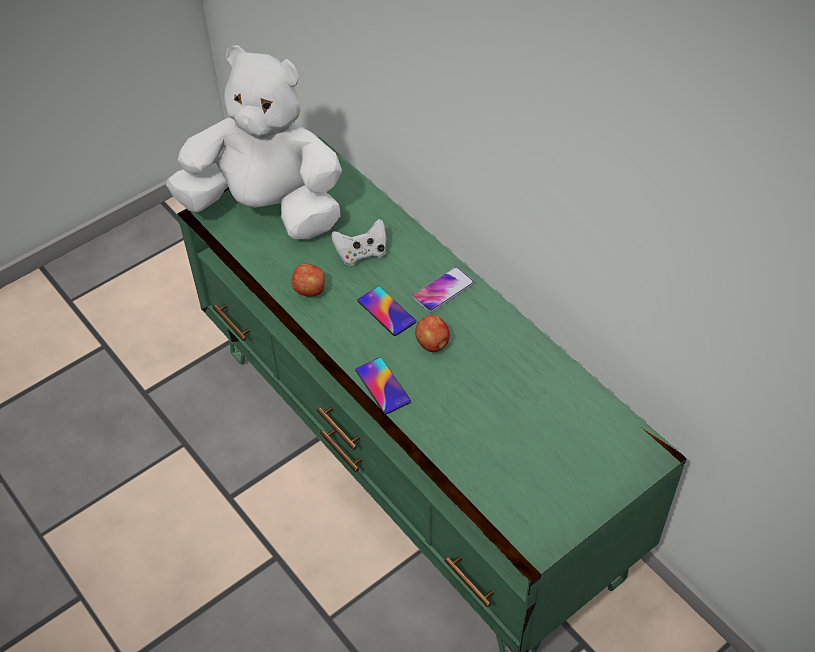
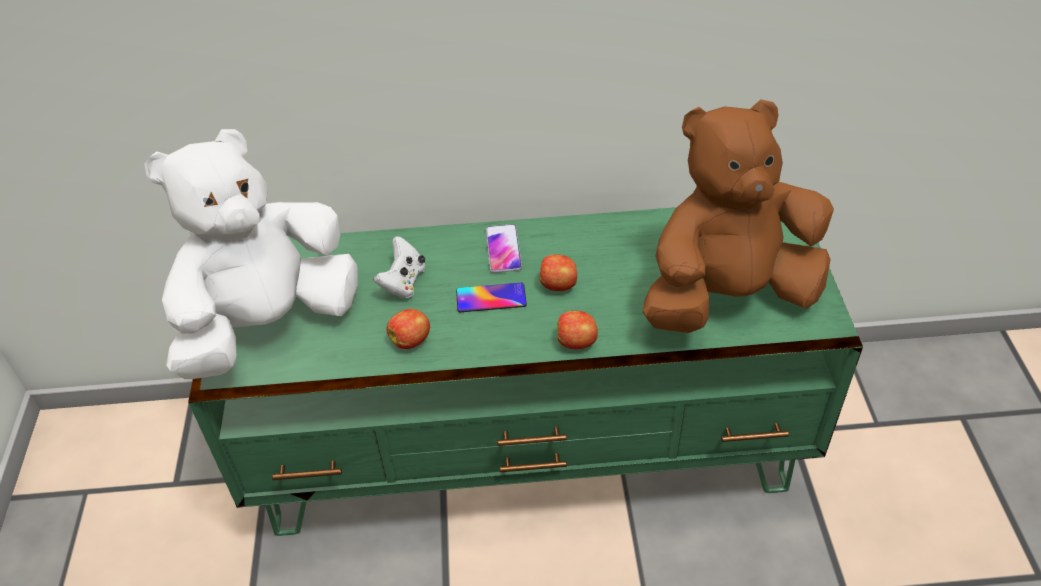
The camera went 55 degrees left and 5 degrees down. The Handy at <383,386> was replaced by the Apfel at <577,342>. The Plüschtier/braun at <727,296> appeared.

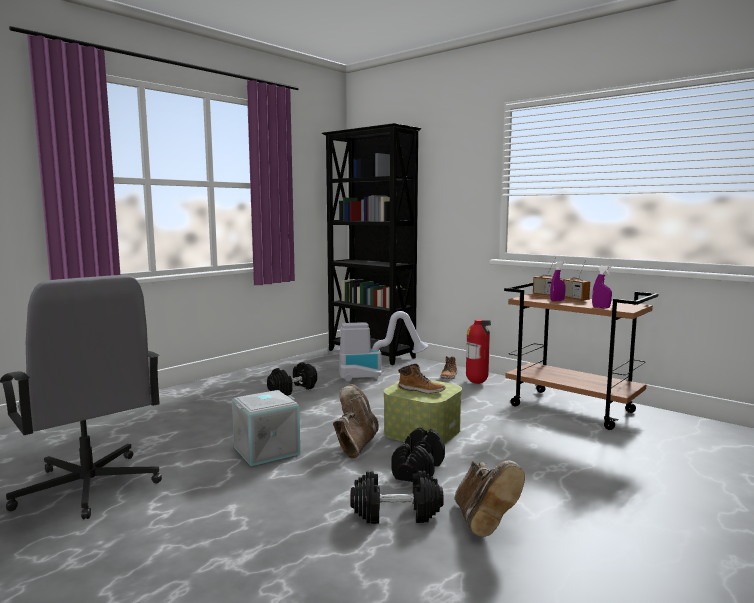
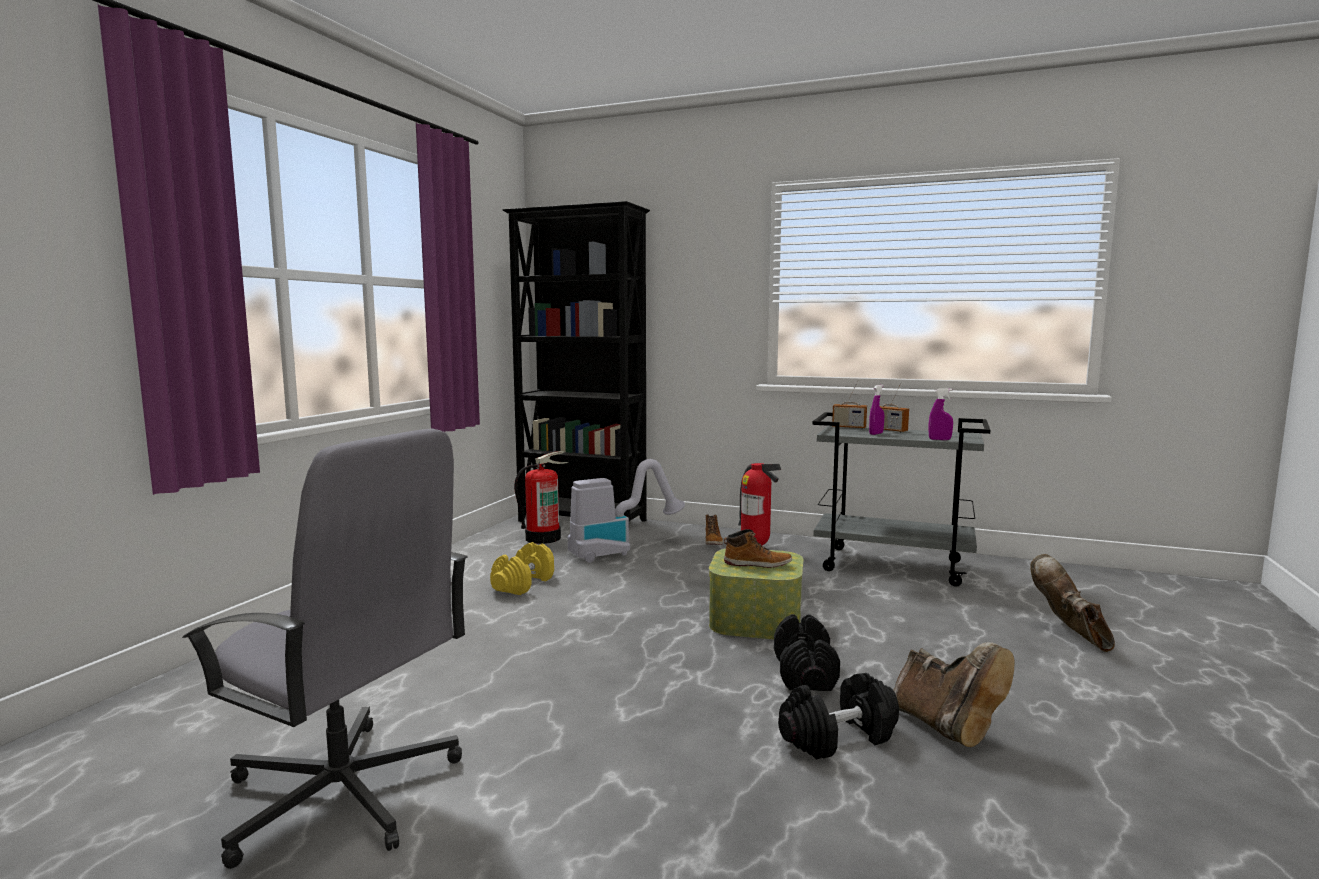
The camera went 20 degrees left and 0 degrees up. The Aufbewahrungsbox/grau at <266,450> disappeared. The Hantel/schwarz at <292,389> became the Hantel/gelb at <523,584>. The Stiefel/braun moved from <355,445> to <1070,634>. The Rollwagen/braun at <573,409> became the Rollwagen/grau at <894,566>. The Feuerlöscher at <543,538> appeared.

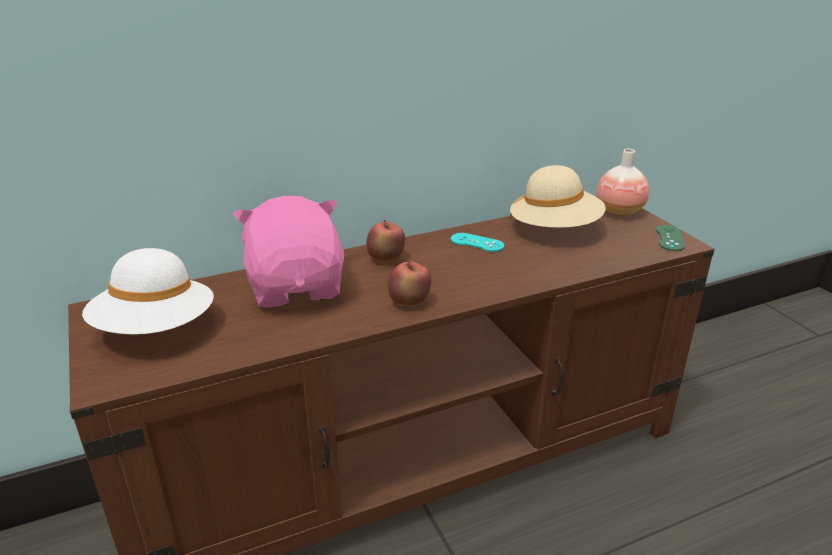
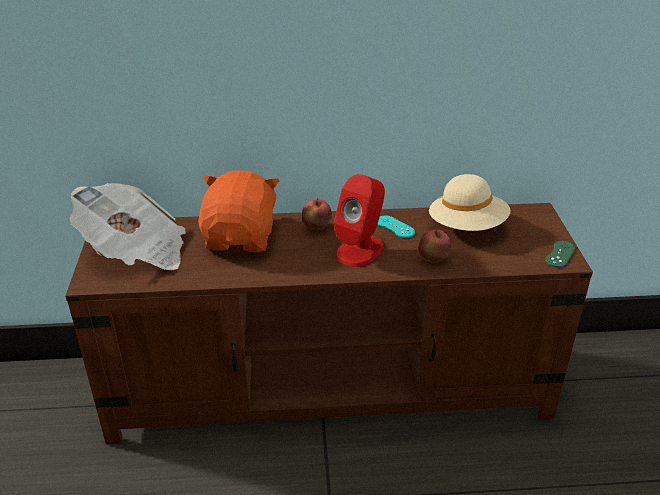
The camera went 20 degrees right and 5 degrees up. The Hut/weiß at <156,329> was replaced by the Zeitung at <136,251>. The Plüschtier/rosa at <297,287> became the Plüschtier/orange at <241,238>. The Apfel moved from <409,303> to <433,259>. The Vase at <619,211> disappeared. The Lautsprecher/rot at <360,250> appeared.

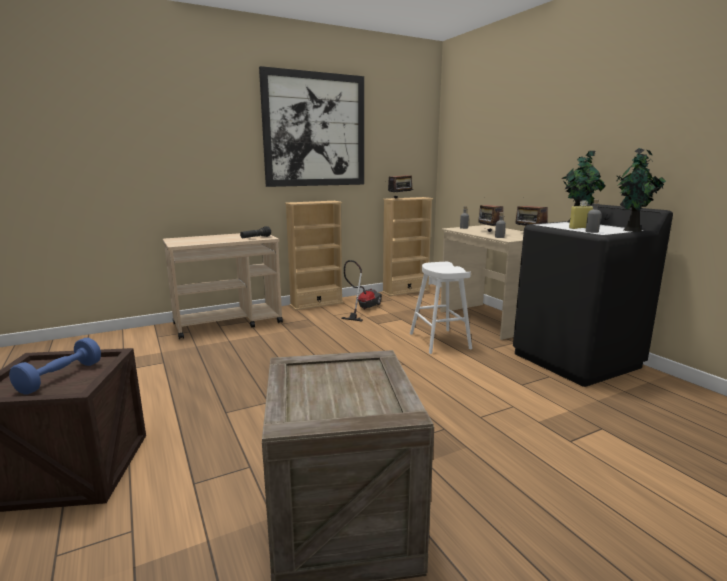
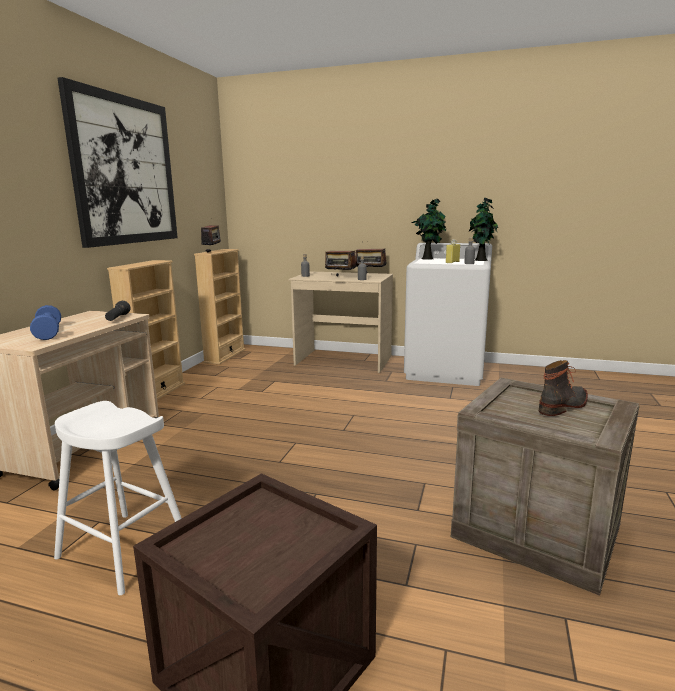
The camera went 45 degrees left and 0 degrees up. The Hantel/blau moved from <60,377> to <48,333>. The Staubsauger at <362,308> disappeared. The Hocker/weiß moved from <439,341> to <124,551>. The Waschmaschine/schwarz at <576,360> became the Waschmaschine/weiß at <446,371>. The Stiefel at <564,405> appeared.

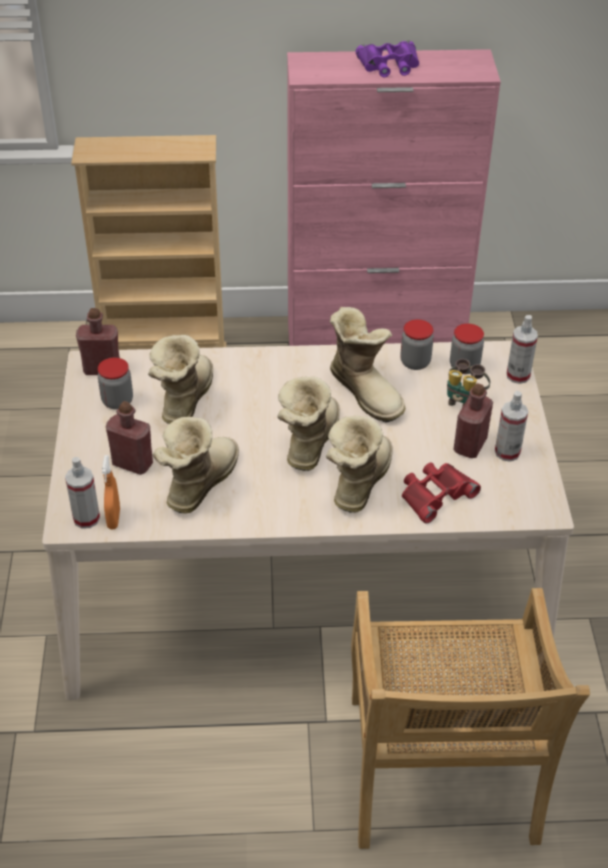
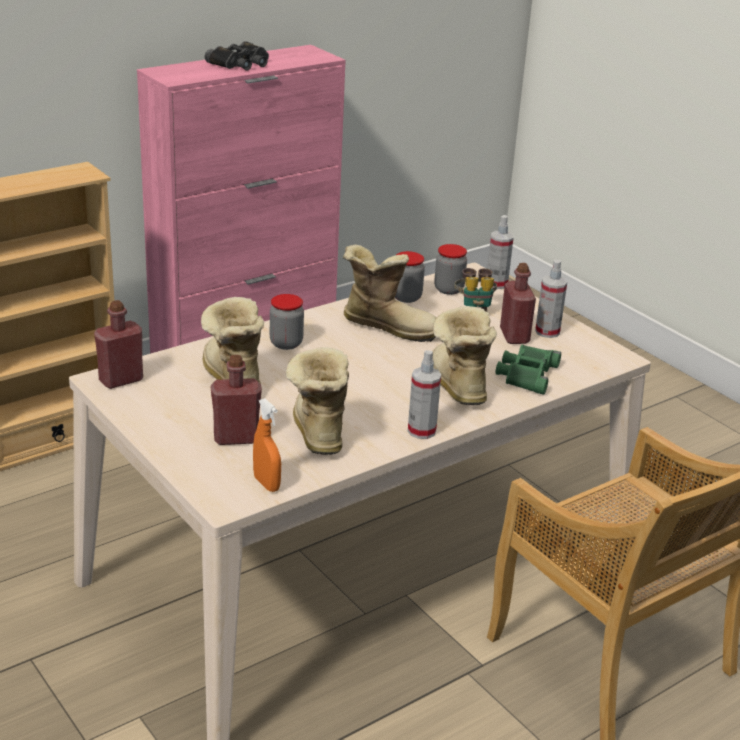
The camera went 35 degrees left and 15 degrees down. The Sprühflasche moved from <86,518> to <421,431>. The Vorratsglas moved from <117,401> to <286,343>. The Stiefel at <308,442> disappeared. The Fernglas/lila at <389,65> became the Fernglas/schwarz at <241,63>. The Fernglas/rot at <435,494> became the Fernglas/grün at <526,374>.

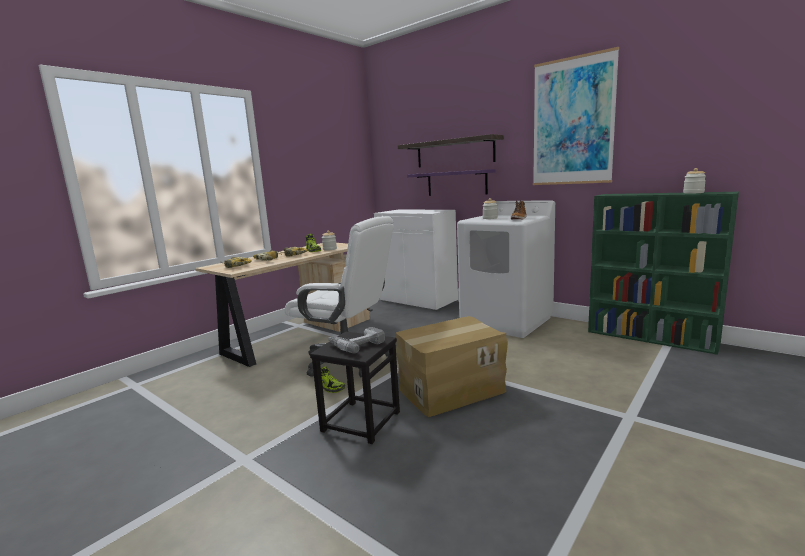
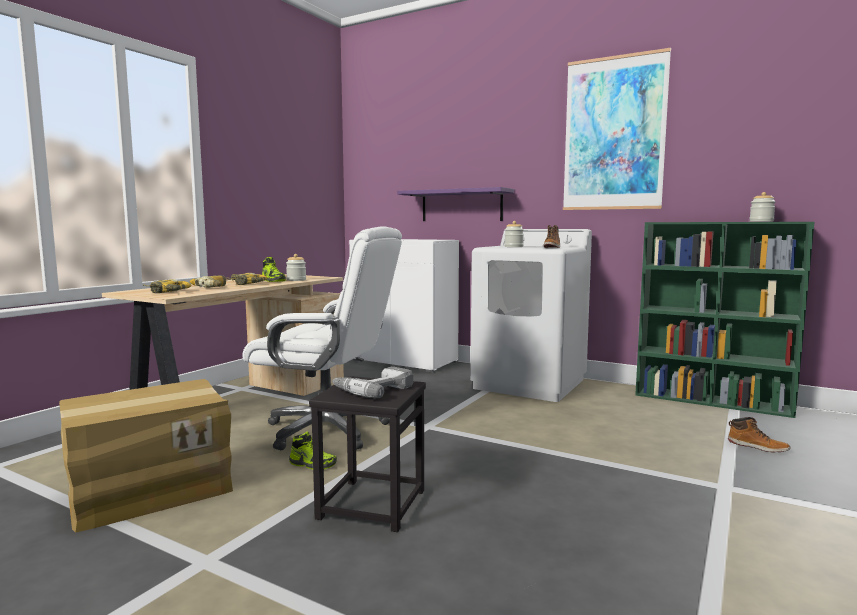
The camera went 10 degrees left and 5 degrees down. The Karton moved from <451,389> to <151,490>. The Wandregal at <454,152> disappeared. The Stiefel at <757,447> appeared.

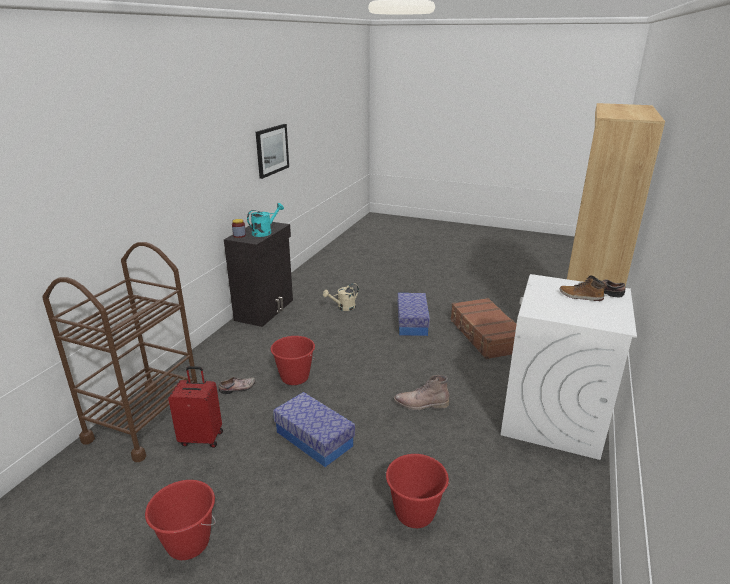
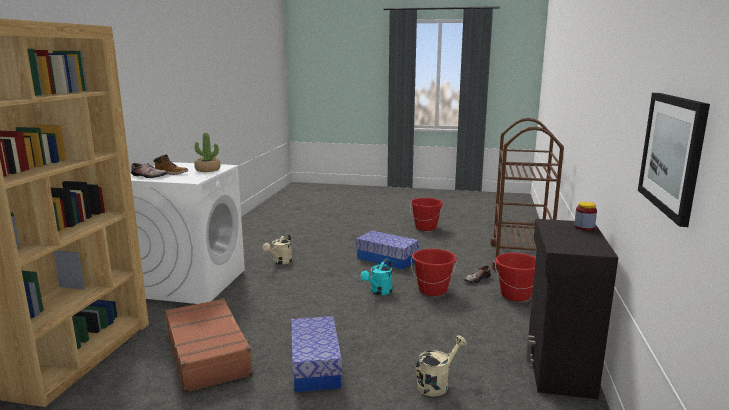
The camera went 170 degrees right and 10 degrees down. The Koffer/rot at <202,438> disappeared. The Gießkanne/türkis moved from <265,232> to <379,292>. The Eimer/rot moved from <414,513> to <515,295>. The Stiefel/braun at <421,404> disappeared. The Topfpflanze at <207,170> appeared. The Gießkanne/beige at <280,262> appeared.

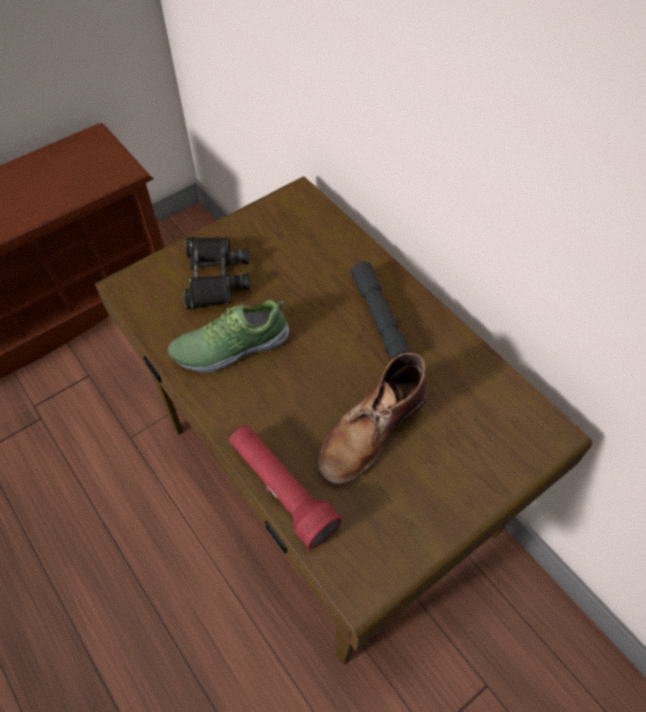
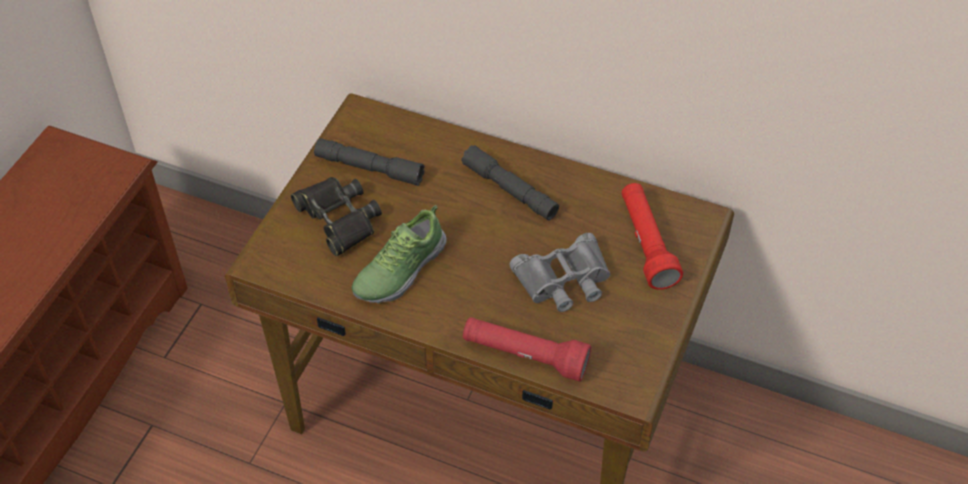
The camera went 30 degrees left and 5 degrees down. The Stiefel/braun at <371,430> was replaced by the Fernglas/grau at <564,280>. The Taschenlampe/grau at <369,168> appeared. The Taschenlampe/rot at <646,244> appeared.

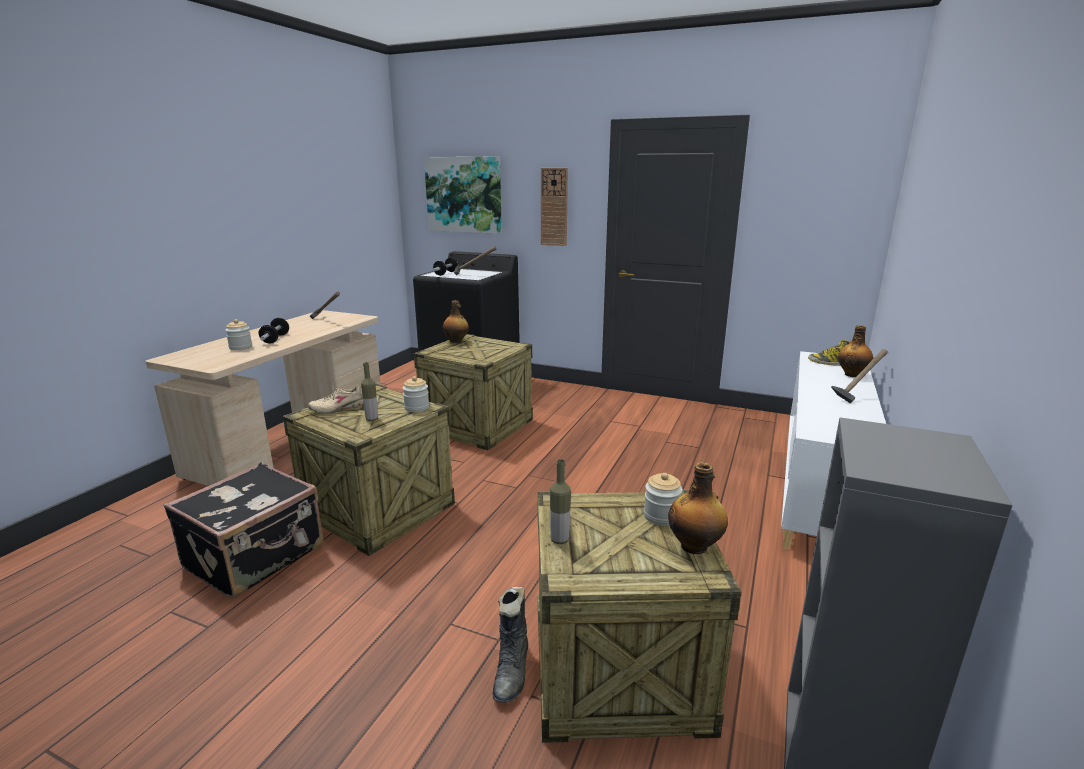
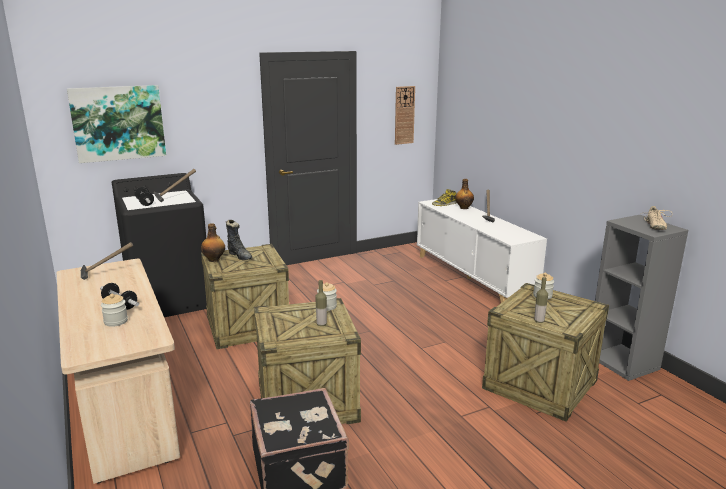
The camera went 50 degrees left and 0 degrees up. The Schuh/beige moved from <337,408> to <654,226>. The Stiefel/schwarz moved from <512,671> to <240,256>. The Wanduhr moved from <554,207> to <404,115>. The Flasche at <695,546> disappeared.

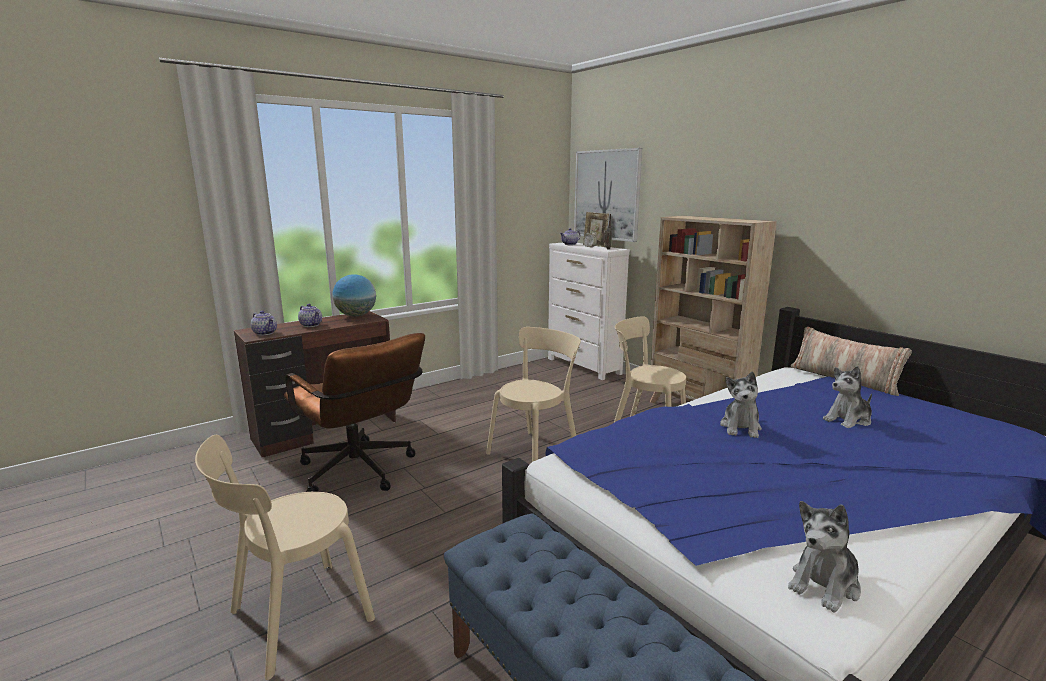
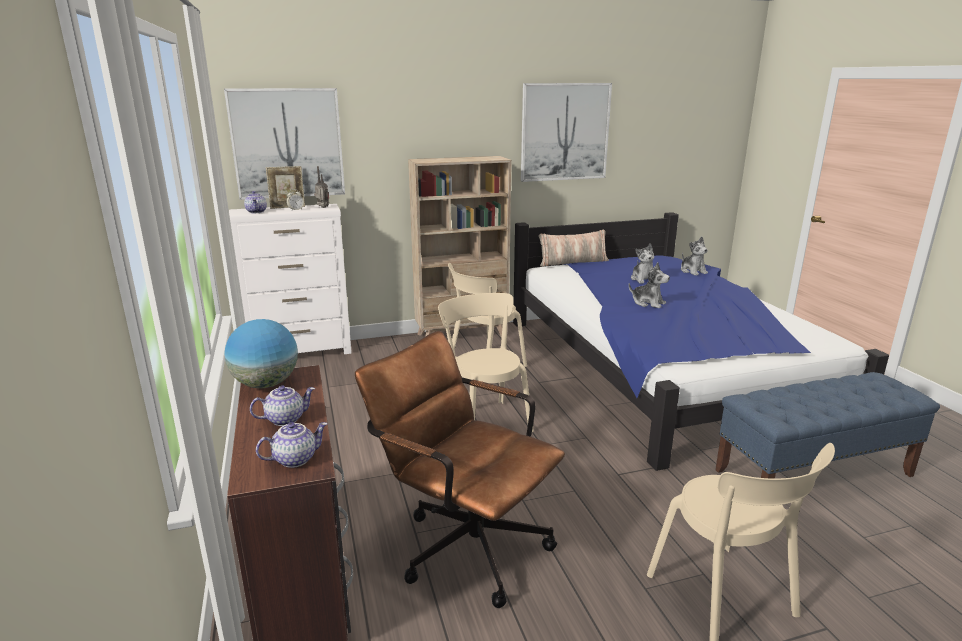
The camera went 70 degrees left and 5 degrees up. The Bürostuhl/braun at <361,473> turned 120 degrees counterclockwise. The Plüschtier moved from <824,584> to <693,271>. The Bild at <565,132> appeared.

